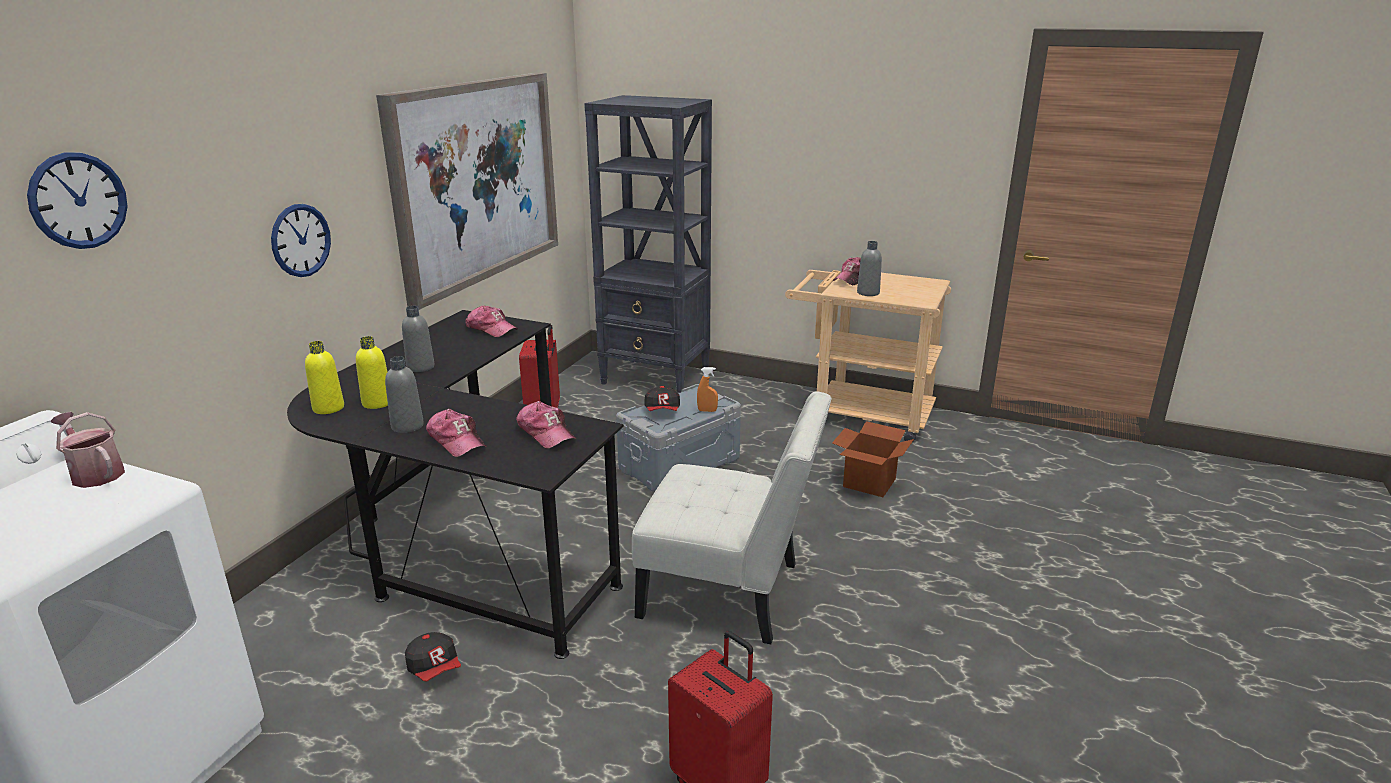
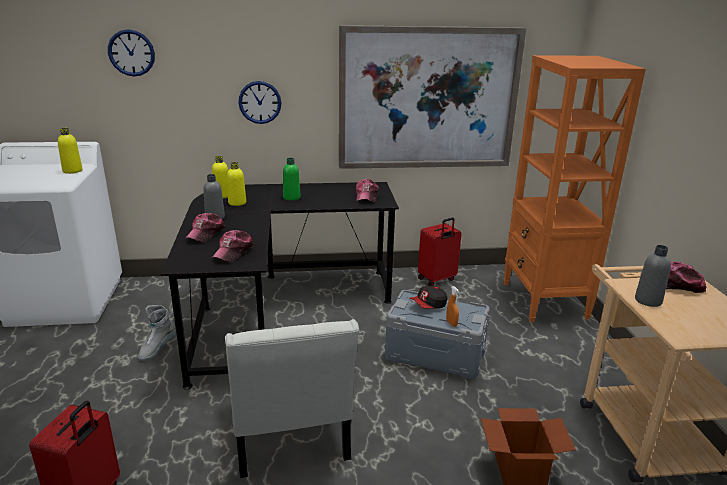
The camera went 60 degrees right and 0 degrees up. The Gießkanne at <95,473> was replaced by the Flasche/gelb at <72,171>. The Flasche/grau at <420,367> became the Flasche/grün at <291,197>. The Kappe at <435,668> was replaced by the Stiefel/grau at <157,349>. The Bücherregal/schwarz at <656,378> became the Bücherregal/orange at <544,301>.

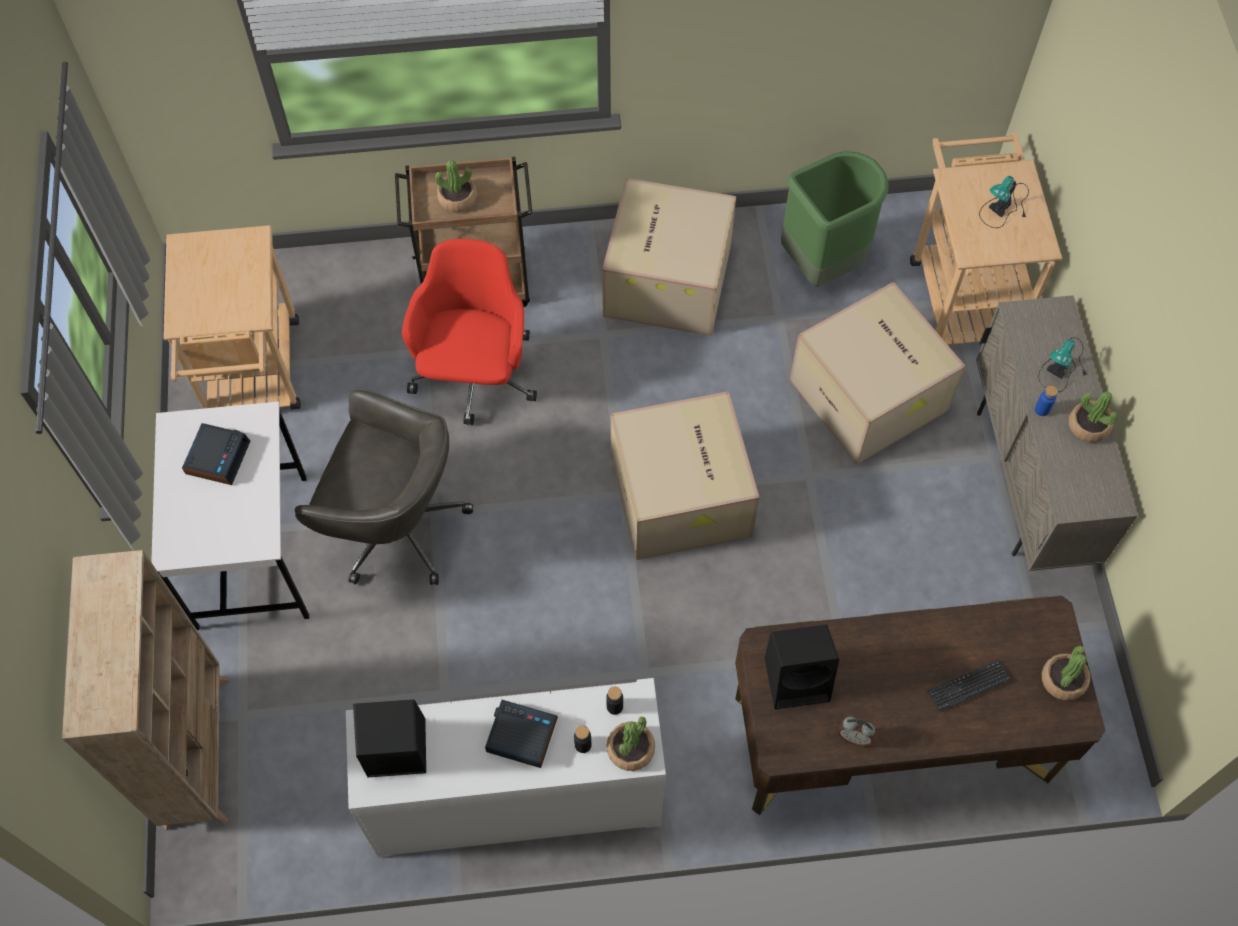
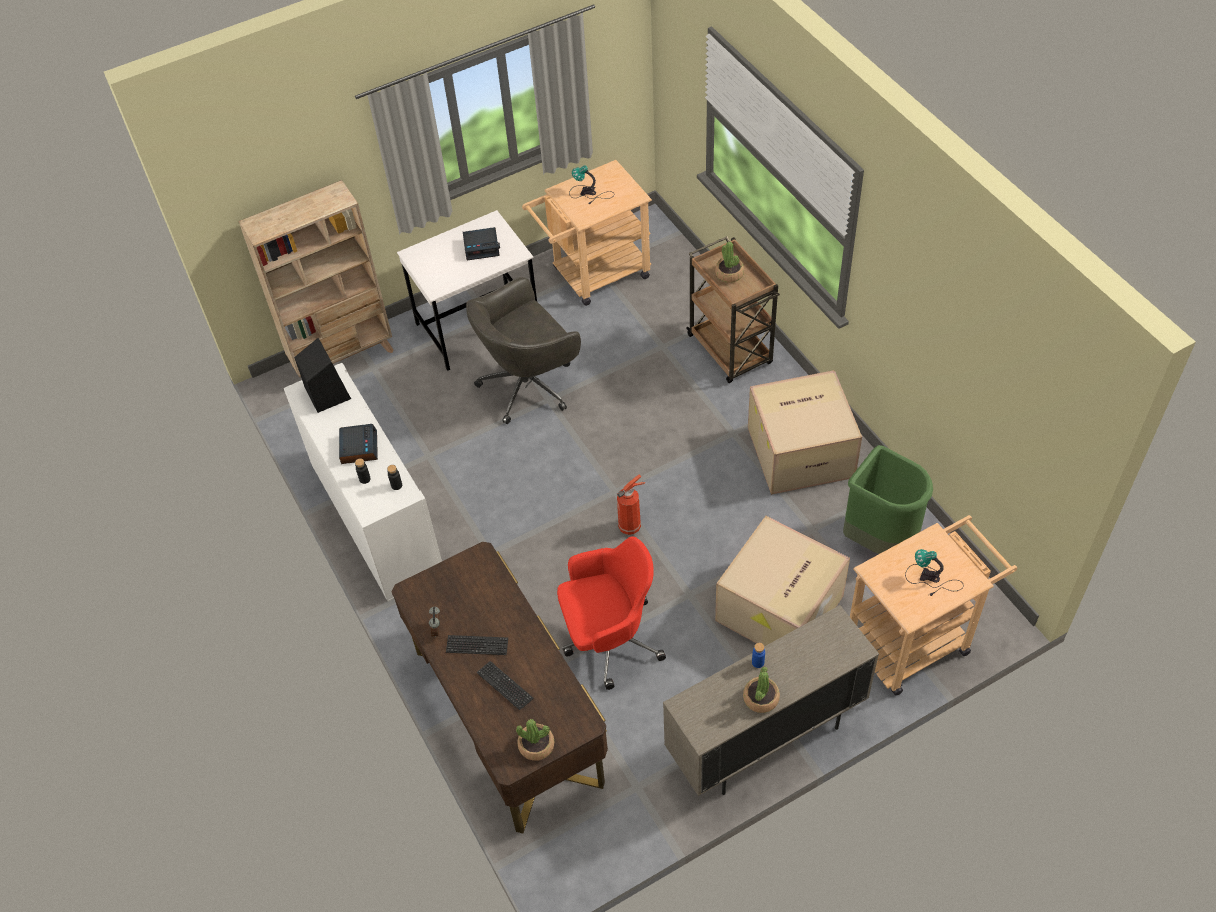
The camera went 70 degrees right and 10 degrees down. The Bürostuhl/grau at <395,526> turned 60 degrees clockwise. The Bürostuhl/rot moved from <475,376> to <609,639>. The Topfpflanze at <630,749> disappeared. The Karton at <683,497> was replaced by the Feuerlöscher at <631,526>. The Lautsprecher/schwarz at <798,678> disappeared. The Tischlampe moved from <1063,367> to <589,194>. The Tastatur at <477,646> appeared.

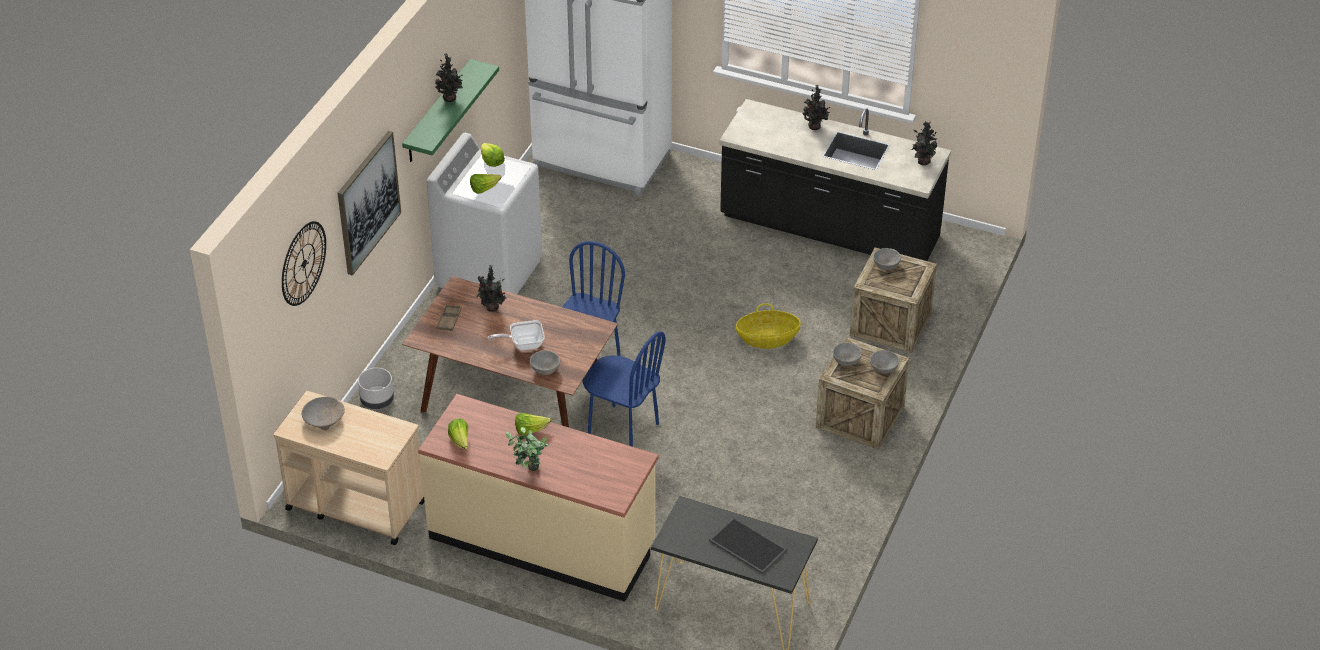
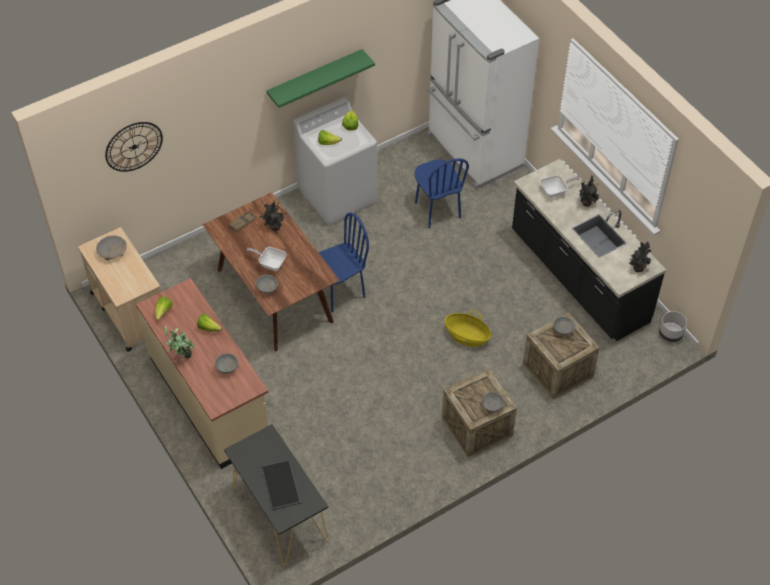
The camera went 35 degrees right and 10 degrees up. The Bild at <367,202> disappeared. The Pflanzkübel/grau moved from <377,401> to <670,334>. The Topfpflanze at <450,99> disappeared. The Stuhl/blau moved from <623,429> to <437,210>. The Schüssel/grau moved from <846,361> to <227,368>. The Pfanne at <555,191> appeared.

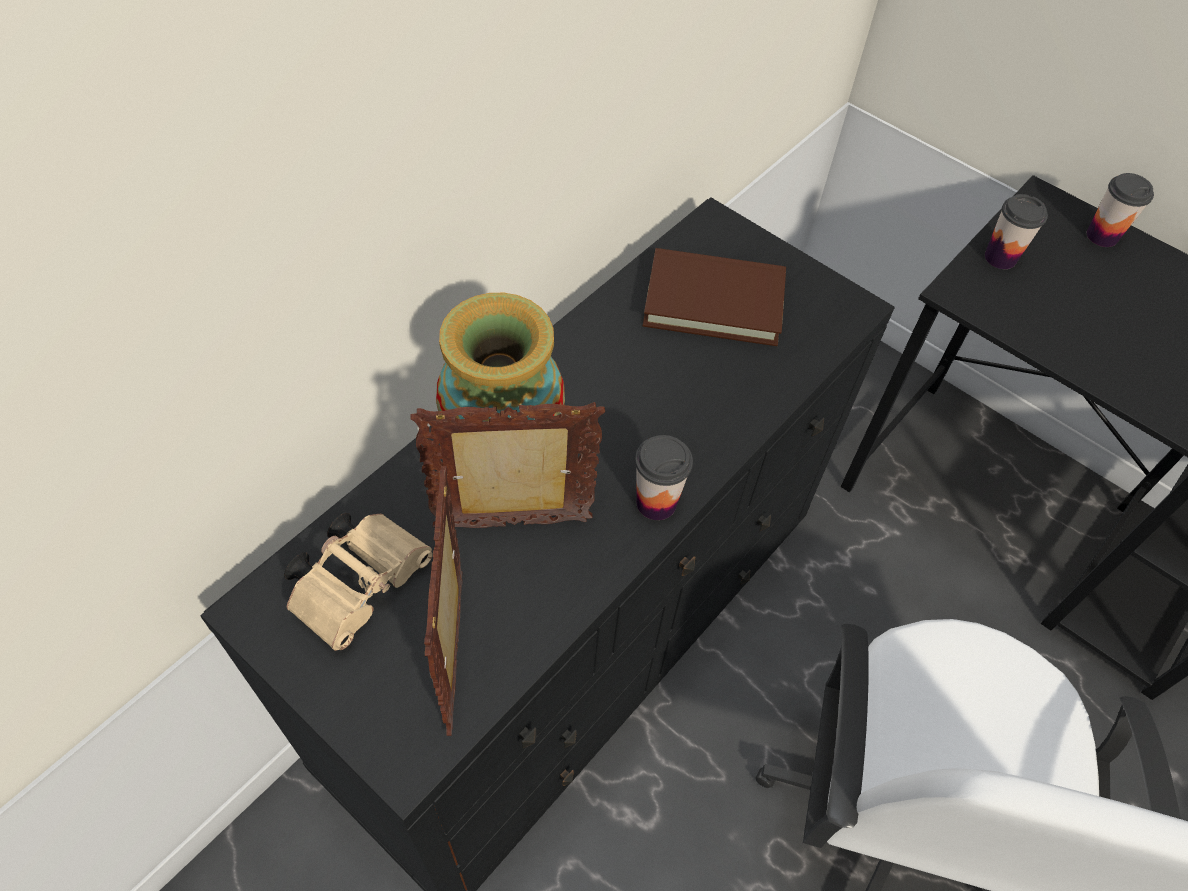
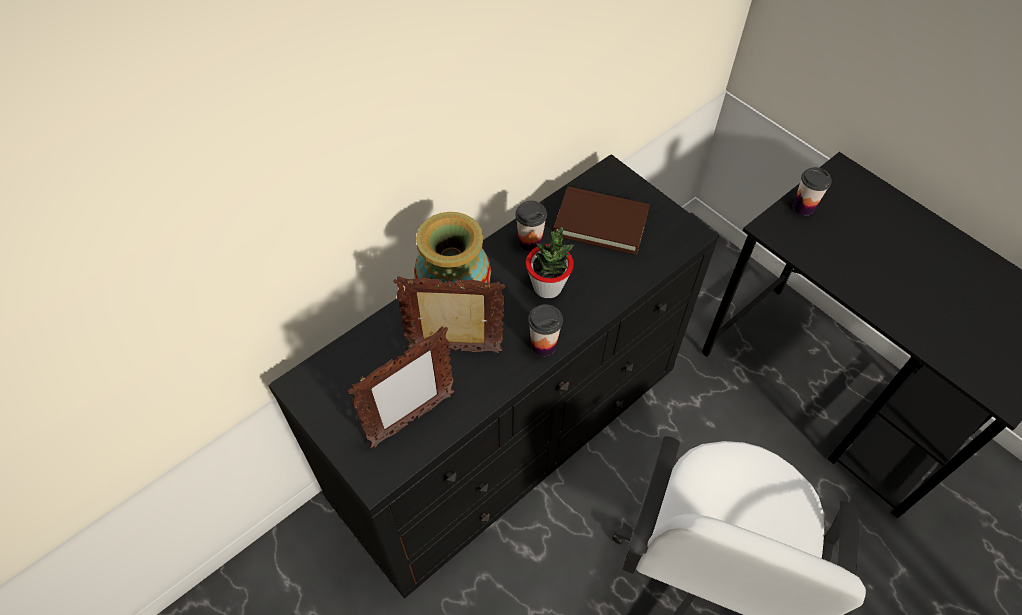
The camera went 10 degrees right and 0 degrees up. The Fernglas/beige at <362,583> disappeared. The Bilderrahmen at <457,651> turned 135 degrees counterclockwise. The Tasse moved from <1102,236> to <530,242>. The Topfpflanze at <548,287> appeared.

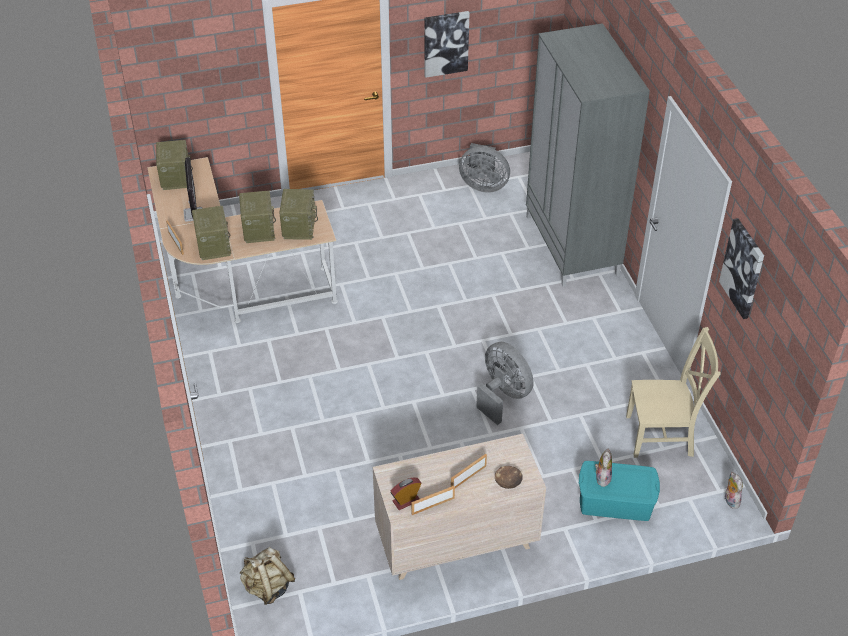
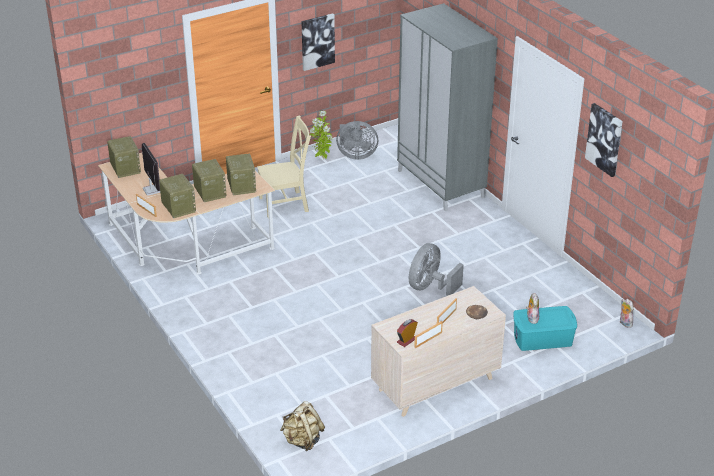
The camera went 15 degrees left and 10 degrees down. The Ventilator/grau at <503,396> turned 90 degrees counterclockwise. The Stuhl/beige moved from <663,436> to <286,204>. The Topfpflanze at <322,159> appeared.

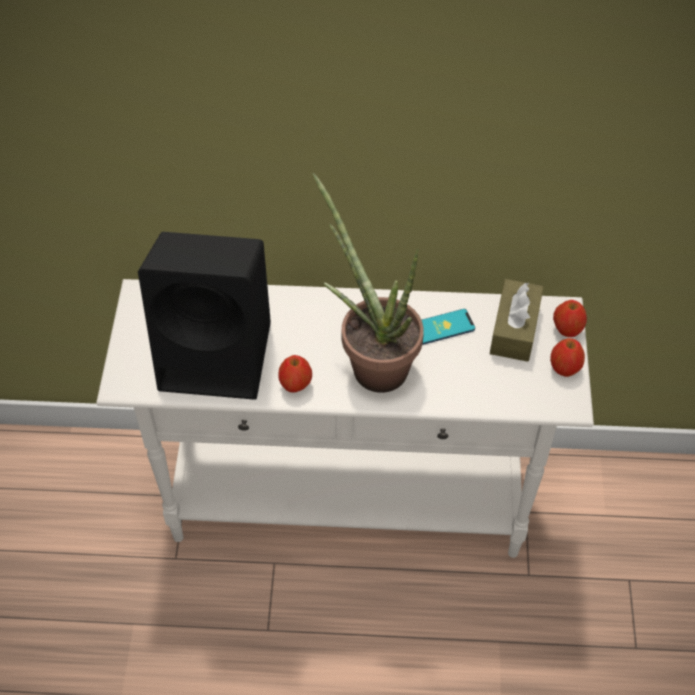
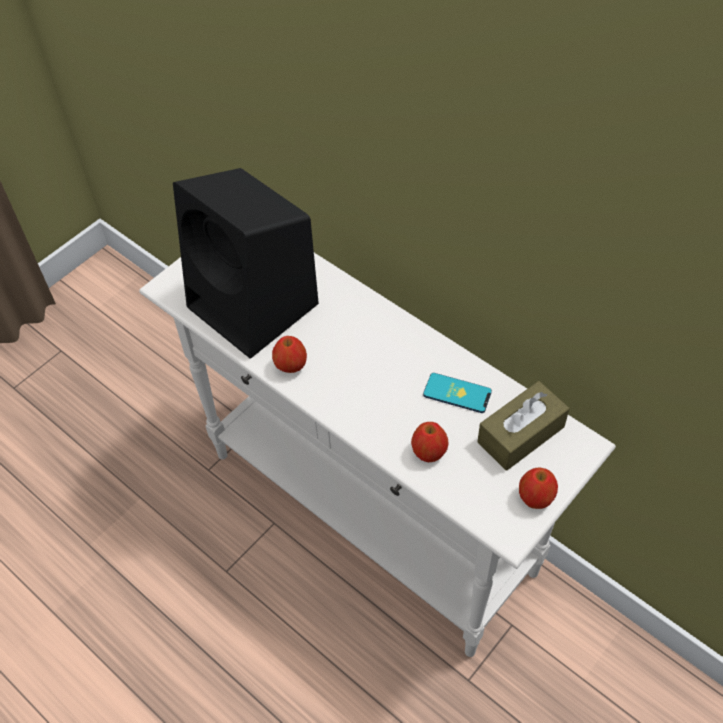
The camera went 40 degrees right and 0 degrees up. The Topfpflanze at <372,362> disappeared. The Apfel moved from <567,329> to <429,452>.

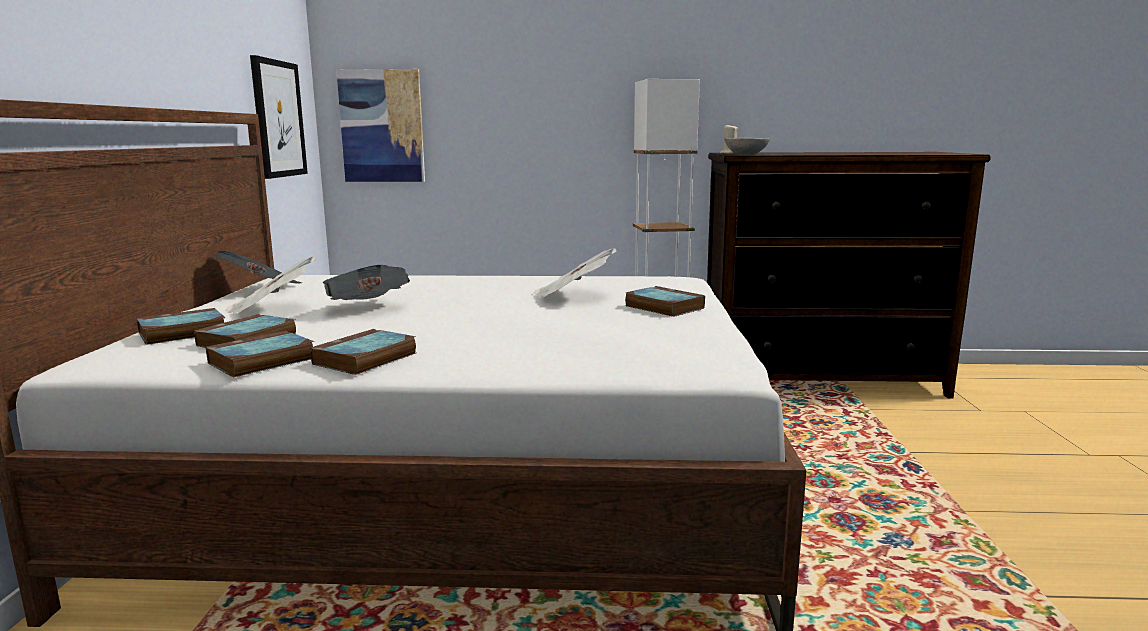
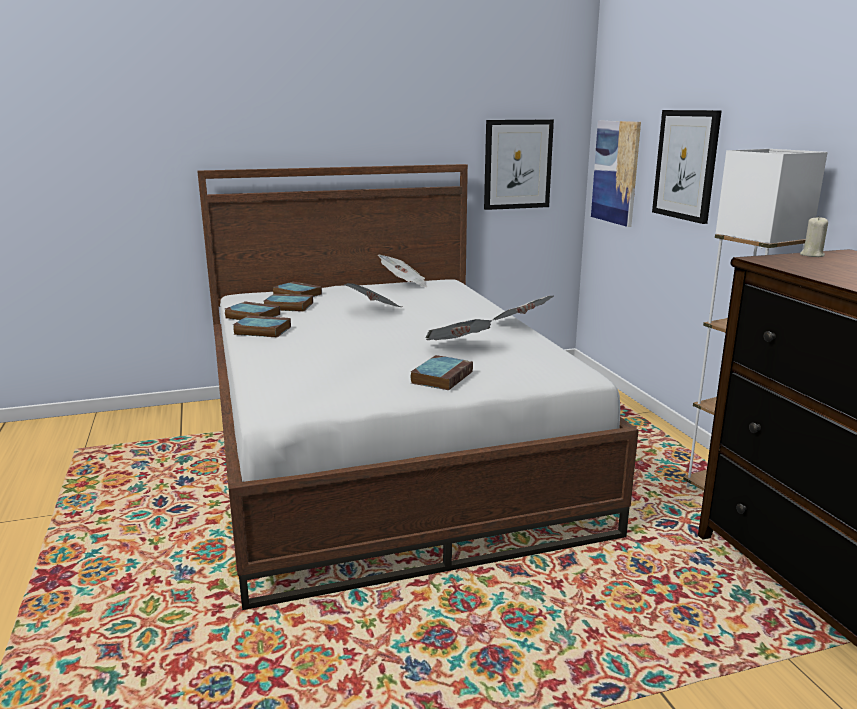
The camera went 70 degrees right and 5 degrees up. The Zeitung moved from <271,309> to <520,325>. The Schüssel/grau at <745,154> disappeared. The Bild at <686,165> appeared.

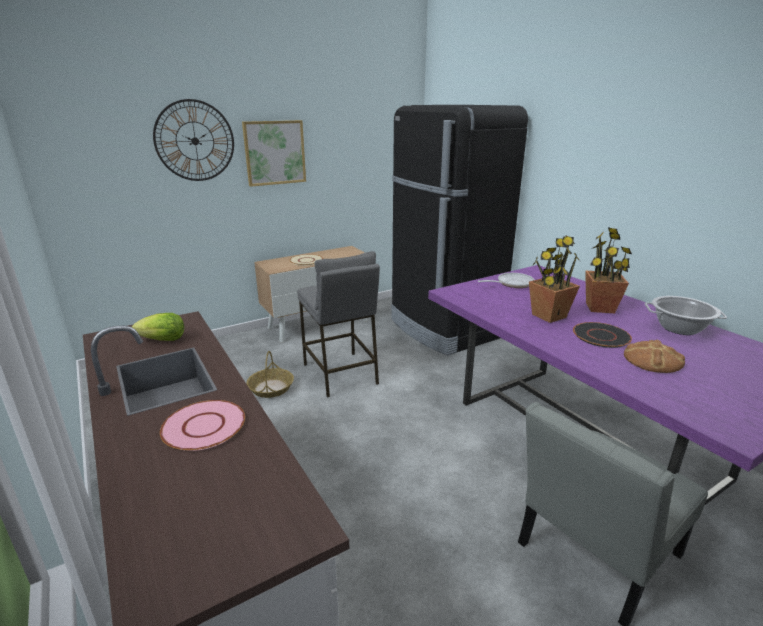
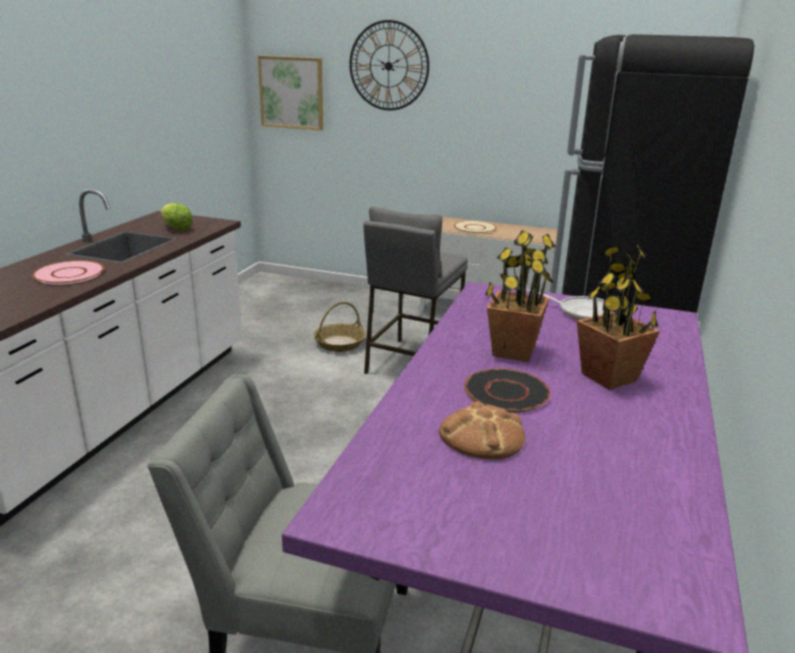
The camera went 50 degrees right and 0 degrees up. The Bild moved from <274,152> to <291,92>. The Kochtopf at <679,328> disappeared.

